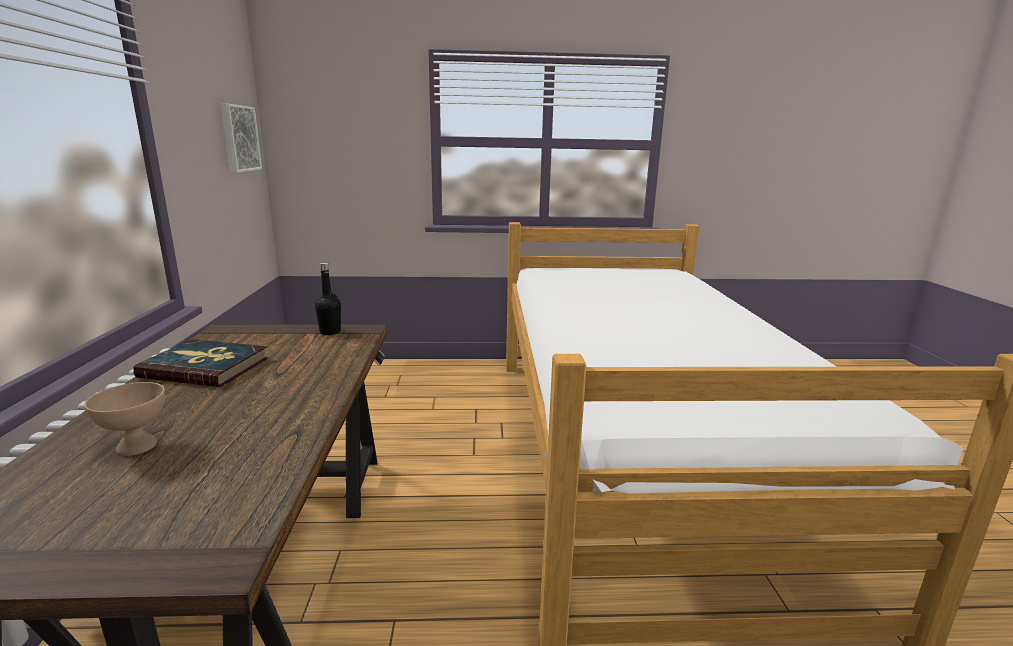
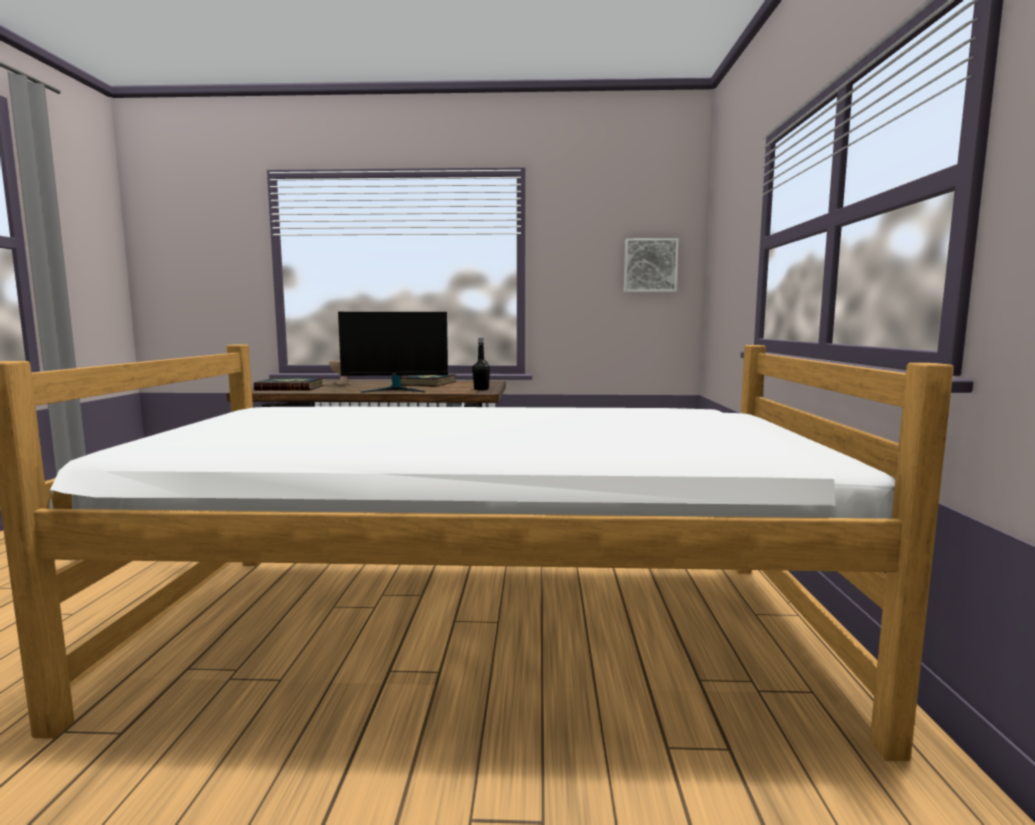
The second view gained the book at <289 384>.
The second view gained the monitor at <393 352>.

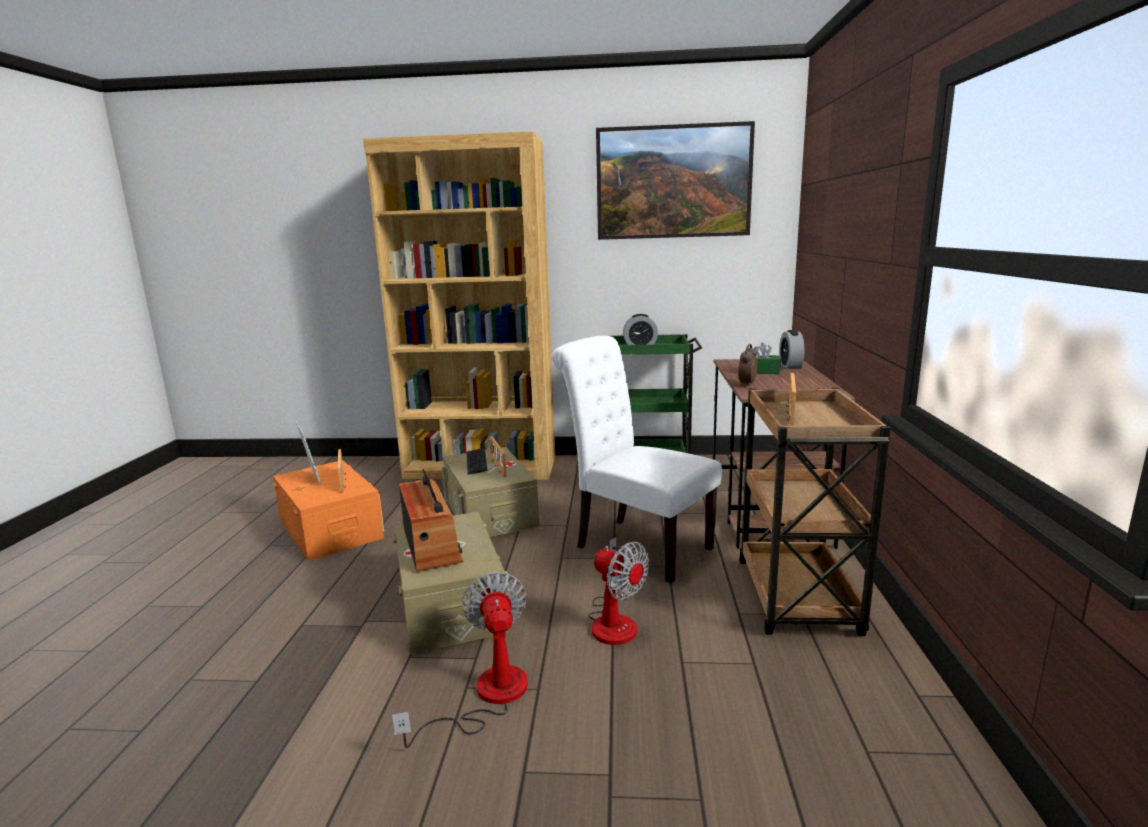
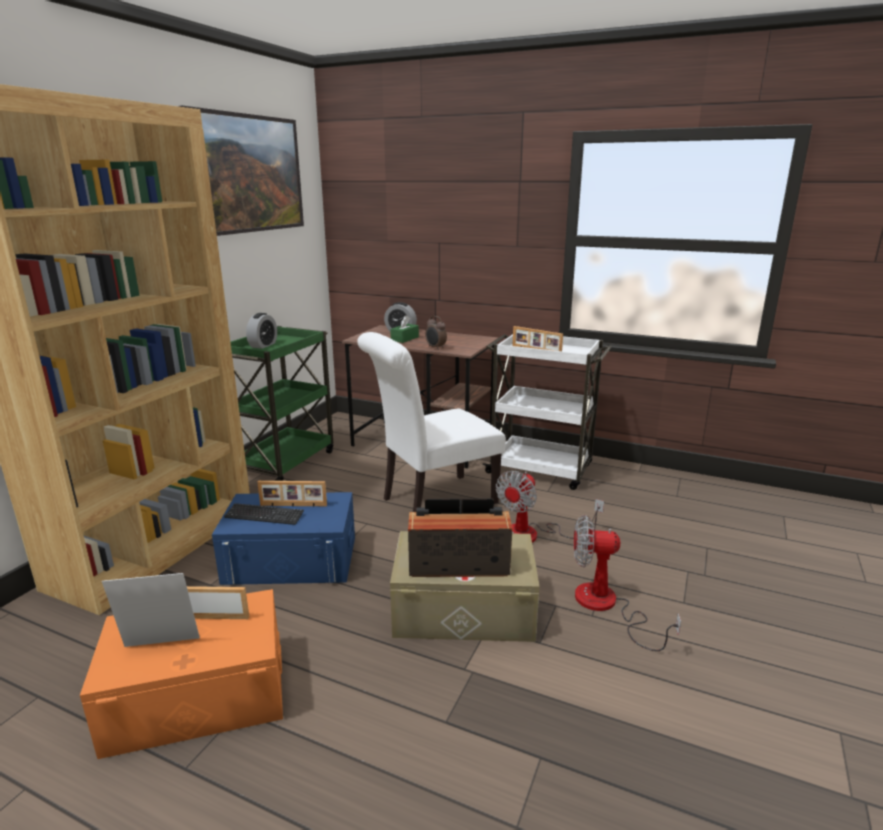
What was the beige storage box at <490 492> turned into the blue storage box at <283 538>.
What was the brown cart at <815 512> turned into the white cart at <547 411>.
The fan at <618 591> ended up facing another way, 150 degrees clockwise from before.

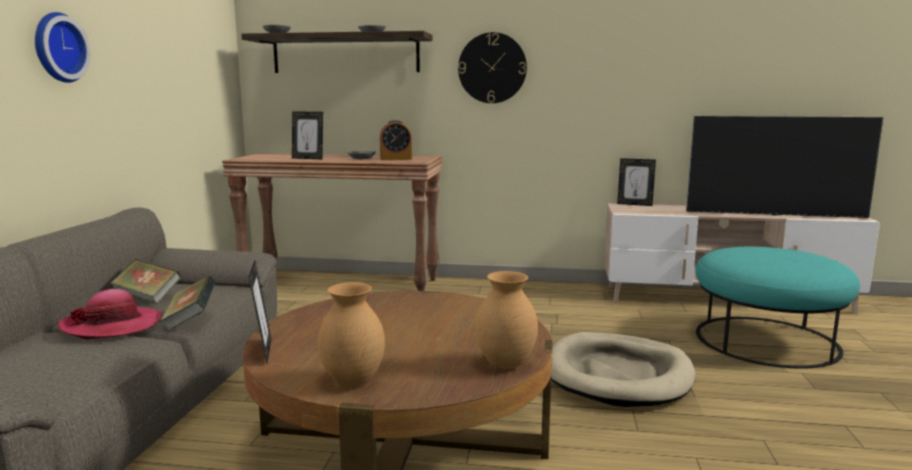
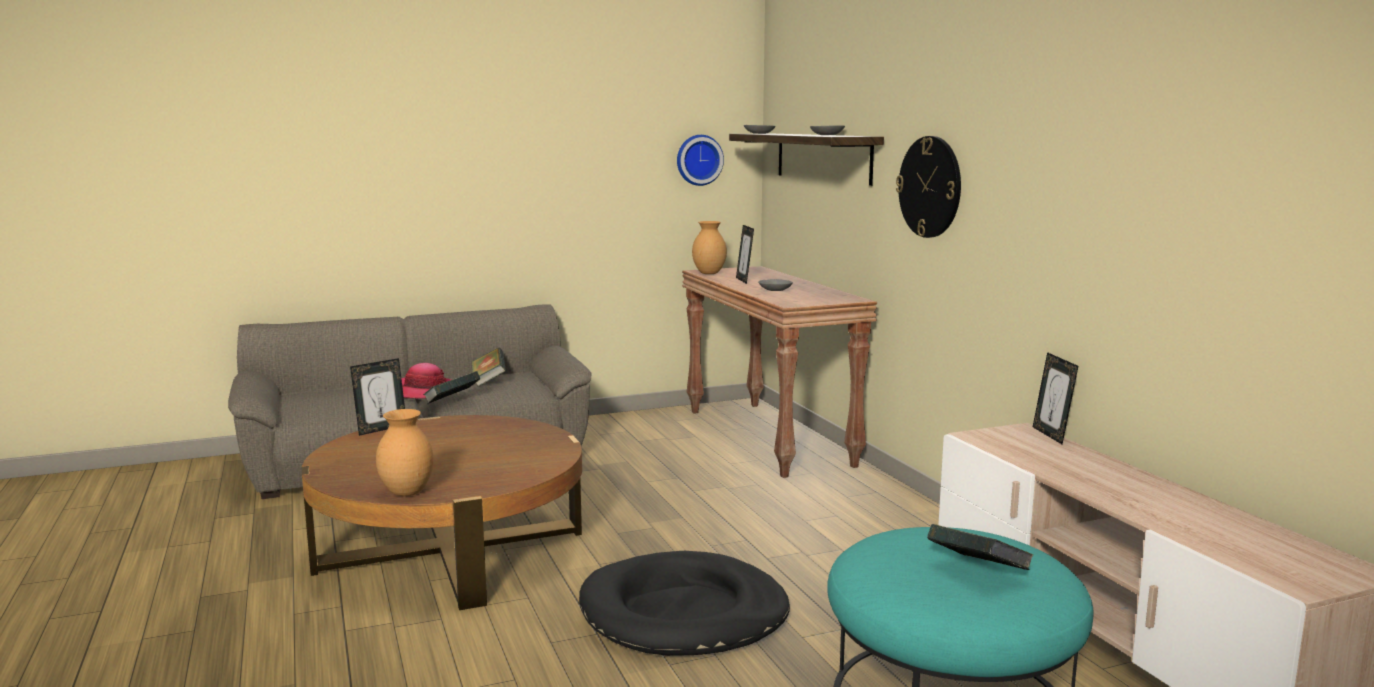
The second view lost the alarm clock at <396 140>.
The second view lost the television at <785 166>.
The second view gained the book at <980 547>.
The wall clock ended up elsewhere, having gone from <63 47> to <700 160>.
The brown vase ended up elsewhere, having gone from <351 334> to <709 247>.
What was the beige dog bed at <623 369> turned into the black dog bed at <684 603>.

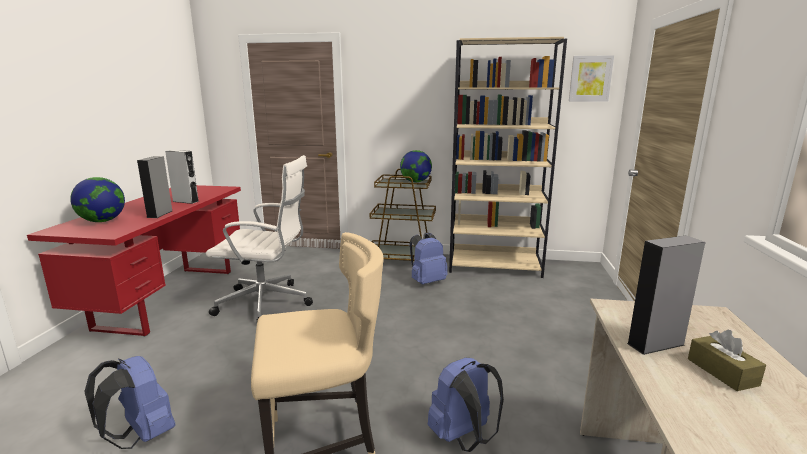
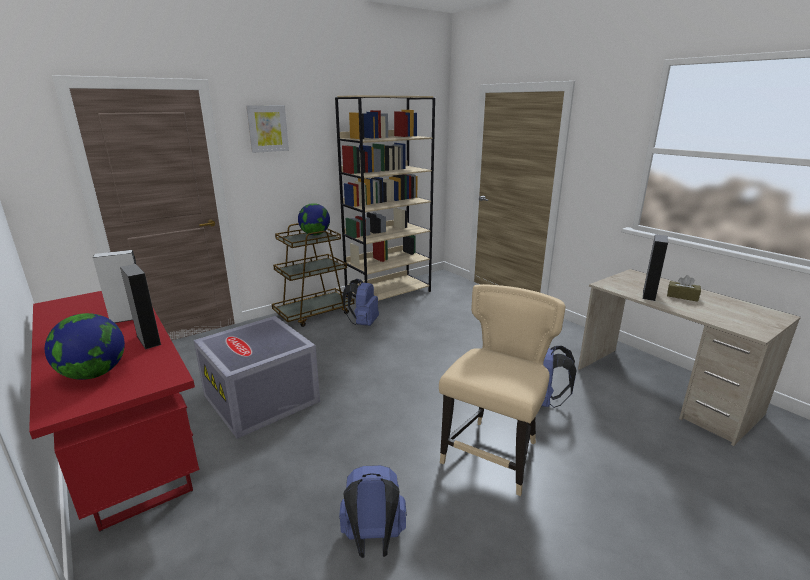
The picture ended up elsewhere, having gone from <591 78> to <267 129>.
Where the white office chair stood at <259 238>, the grey storage box came to stand at <257 377>.

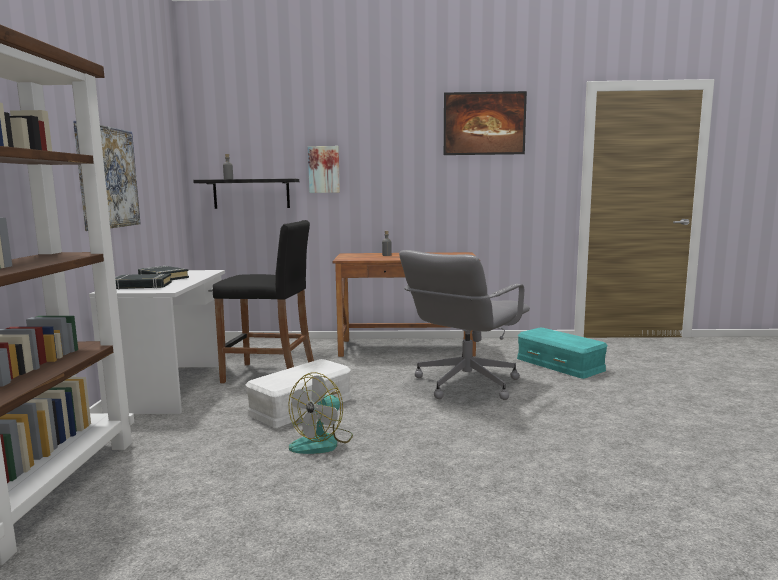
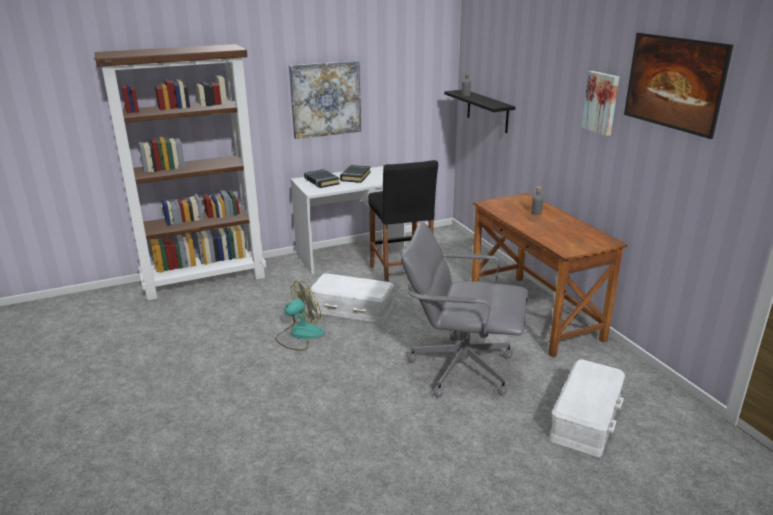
The picture ended up elsewhere, having gone from <324 169> to <600 103>.
What was the turquoise storage box at <562 353> turned into the white storage box at <587 408>.
The fan at <321 413> ended up facing another way, 135 degrees clockwise from before.

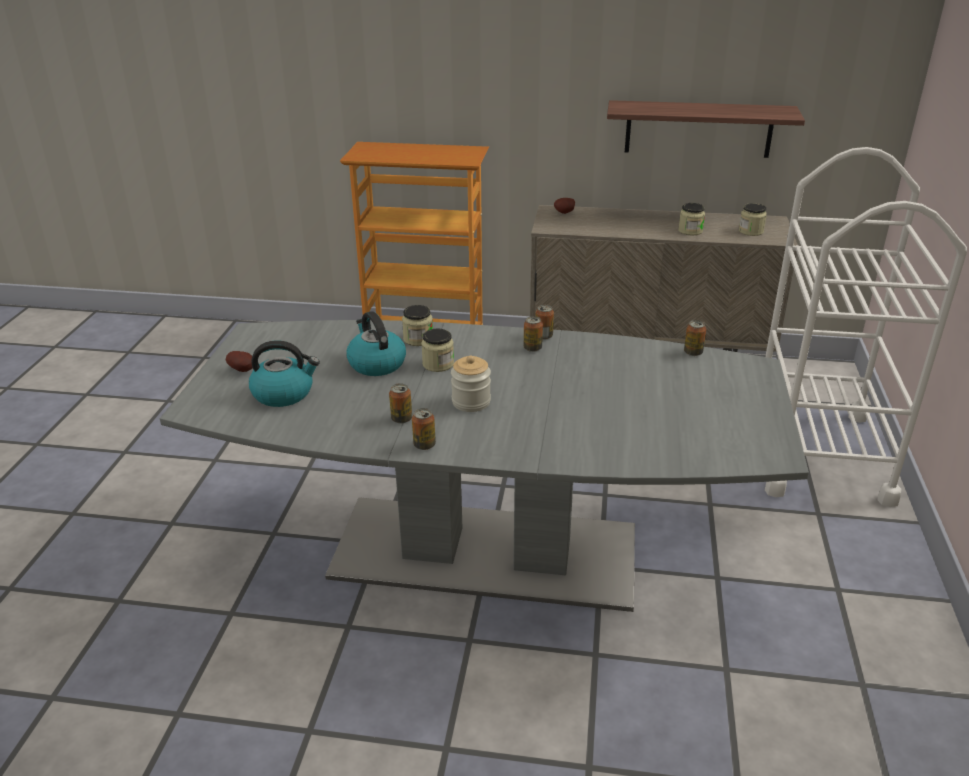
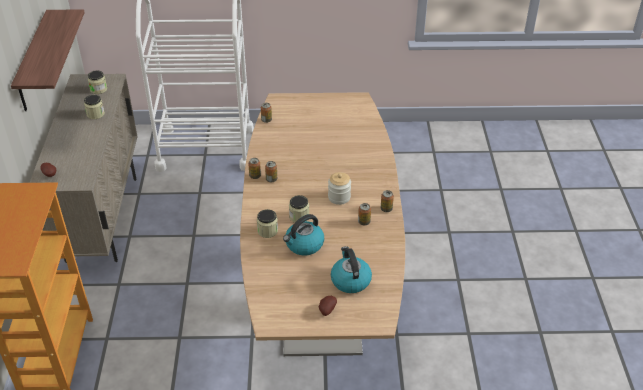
What was the grey dining table at <484 466> turned into the brown dining table at <322 224>.

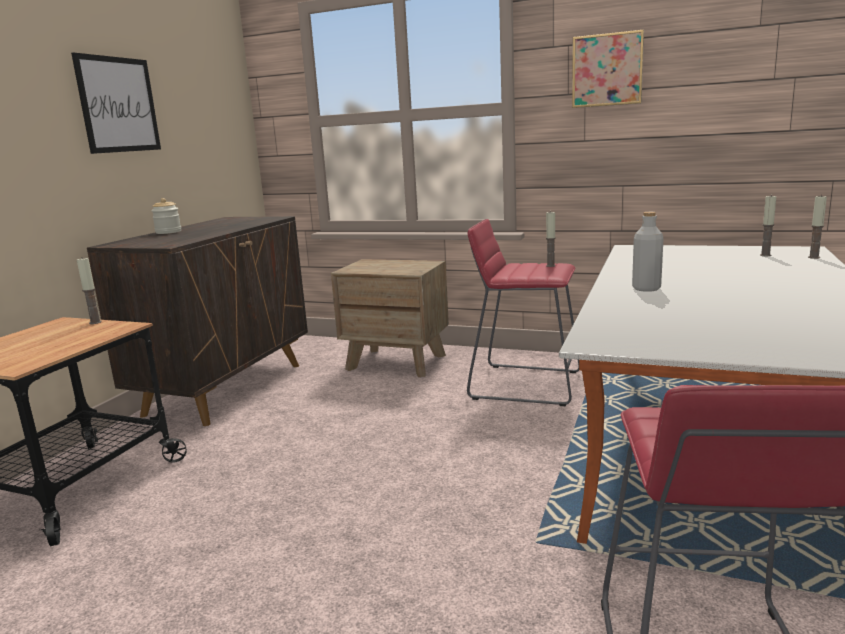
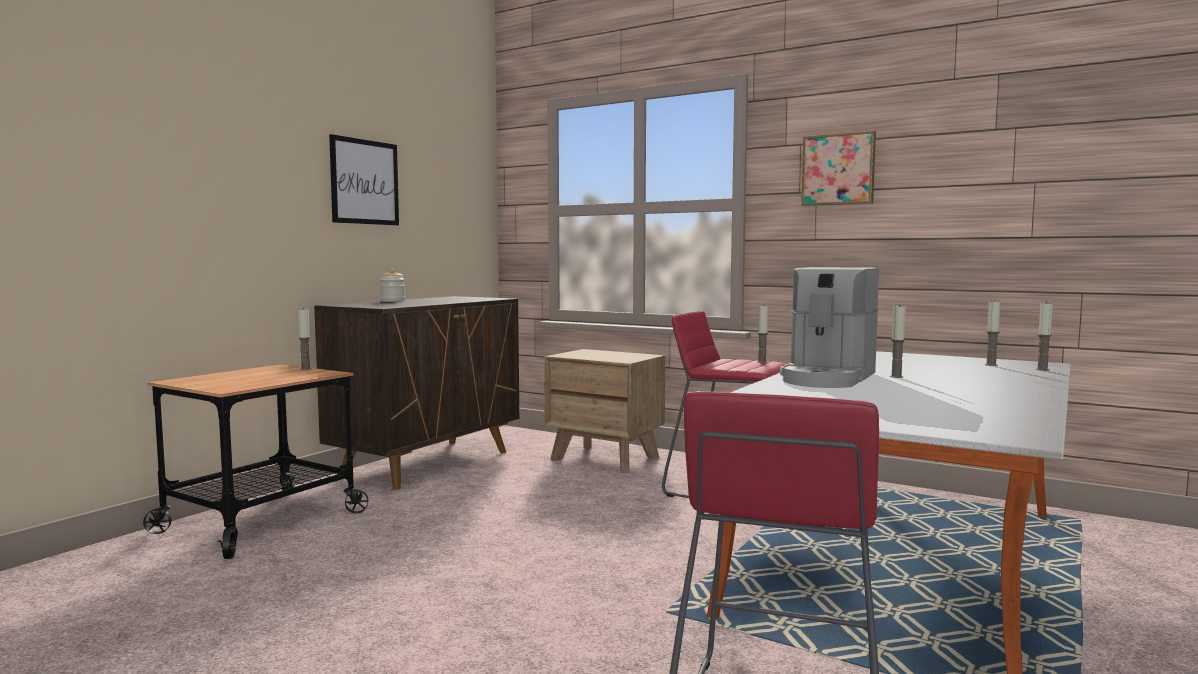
The second view gained the candle at <898 341>.
Where the grey bottle stood at <648 252>, the coffee machine came to stand at <829 327>.

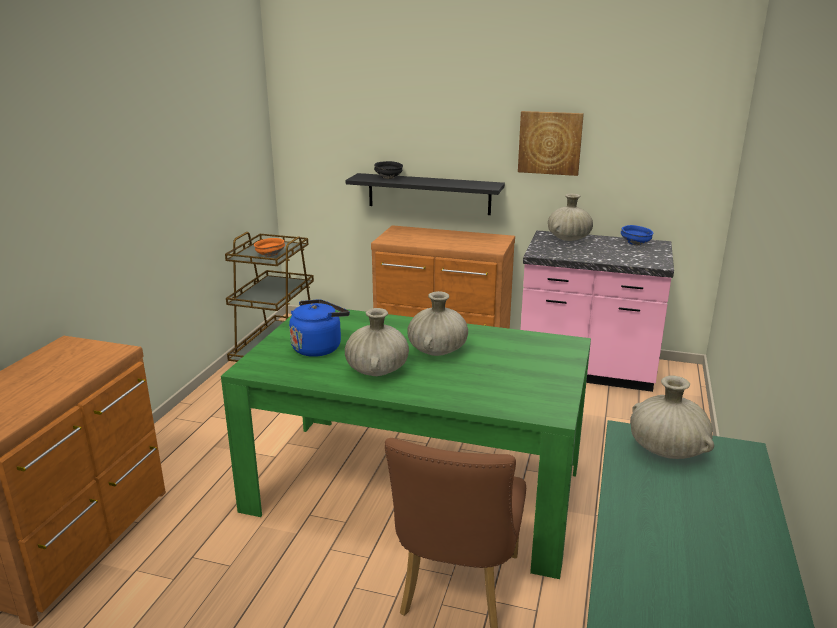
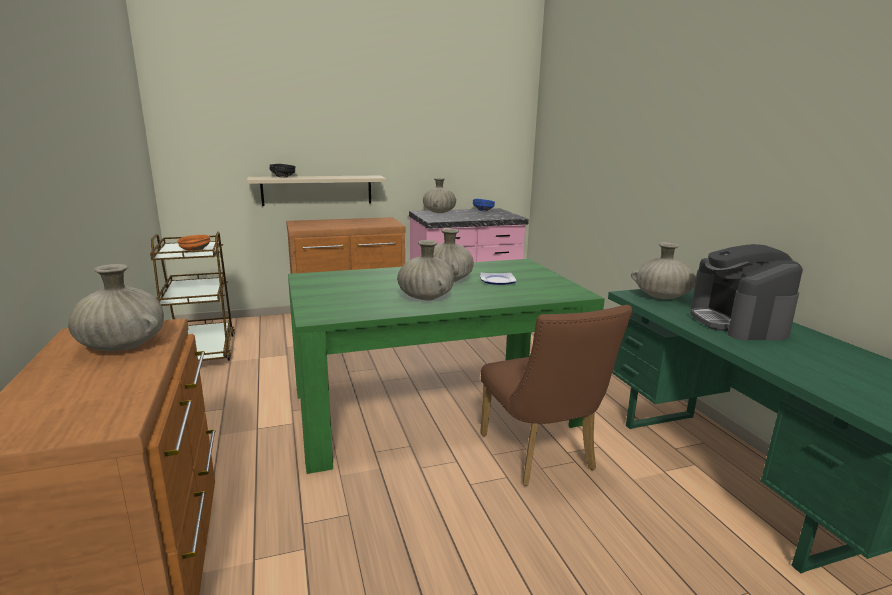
The second view lost the blue kettle at <319 328>.
The second view lost the picture at <551 143>.
The second view gained the beige vase at <116 307>.
The second view gained the plate at <498 279>.
The second view gained the coffee machine at <746 292>.
What was the black shelf at <425 194> turned into the beige shelf at <316 191>.

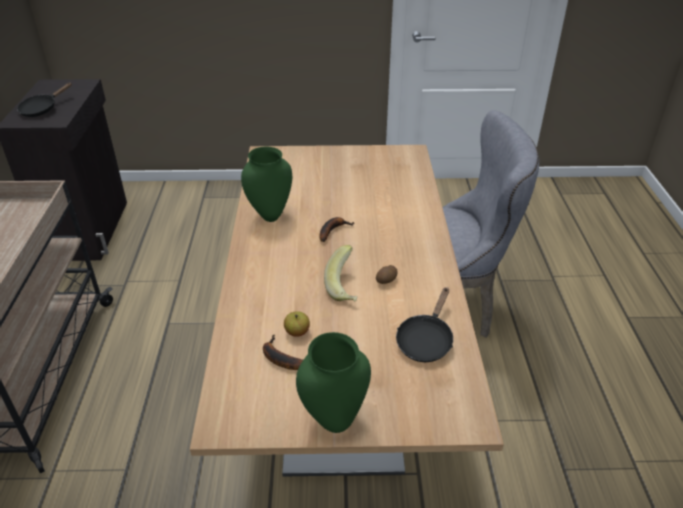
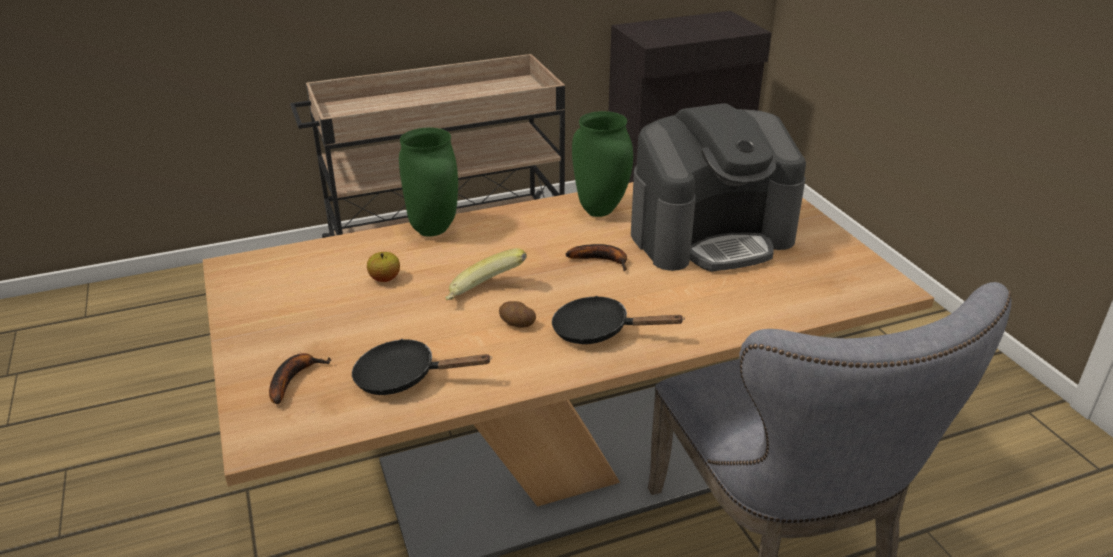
The second view gained the coffee machine at <718 187>.
The black frying pan ended up elsewhere, having gone from <44 100> to <618 320>.
The banana ended up elsewhere, having gone from <283 352> to <300 378>.
The green vase ended up elsewhere, having gone from <333 382> to <428 182>.

